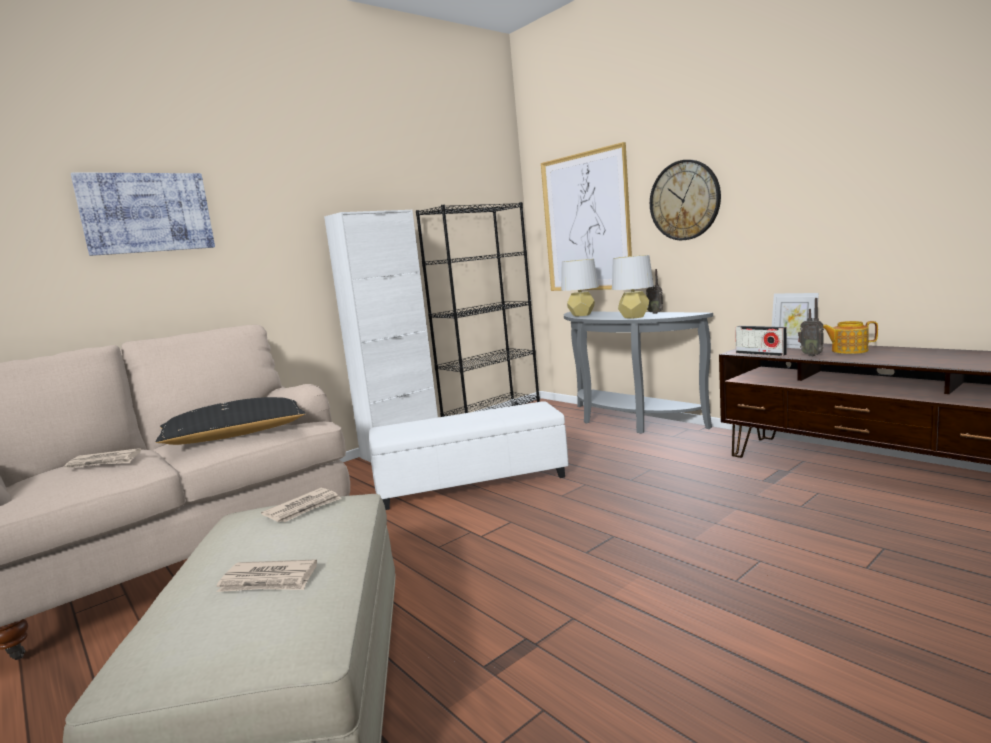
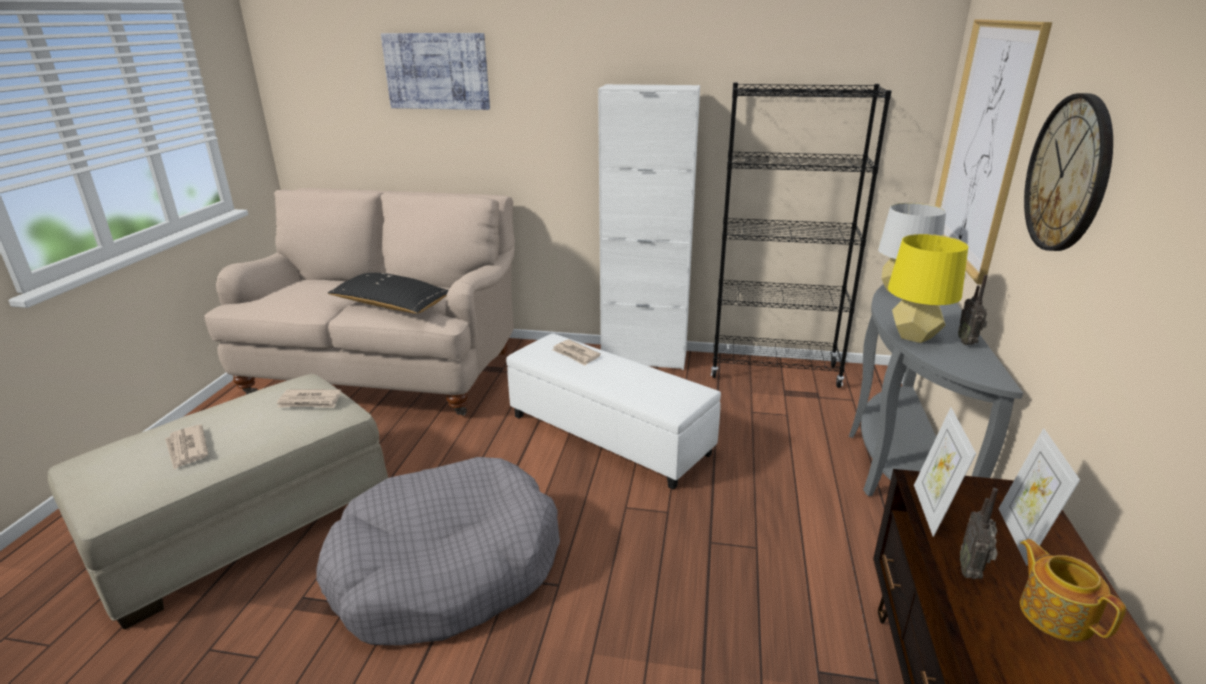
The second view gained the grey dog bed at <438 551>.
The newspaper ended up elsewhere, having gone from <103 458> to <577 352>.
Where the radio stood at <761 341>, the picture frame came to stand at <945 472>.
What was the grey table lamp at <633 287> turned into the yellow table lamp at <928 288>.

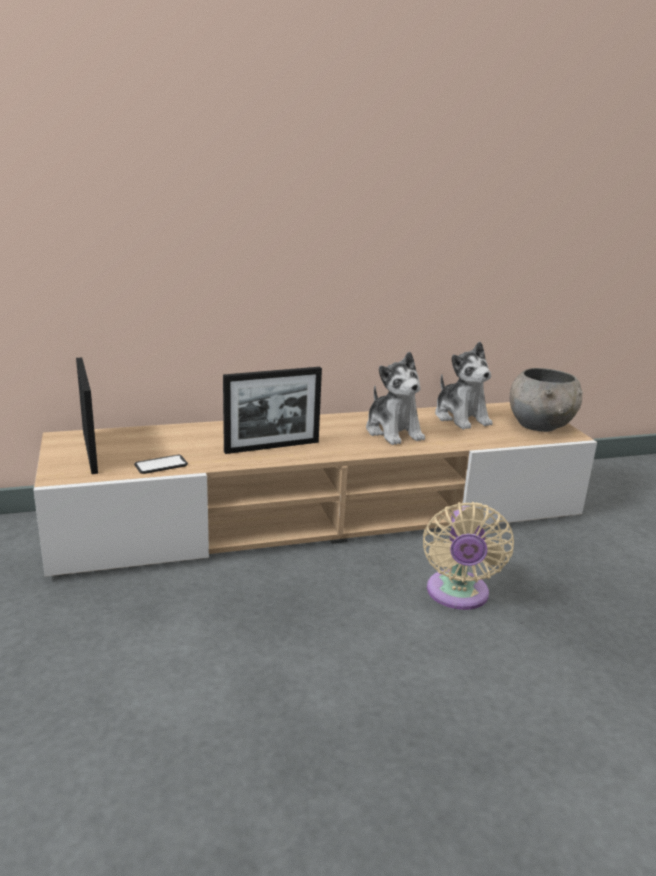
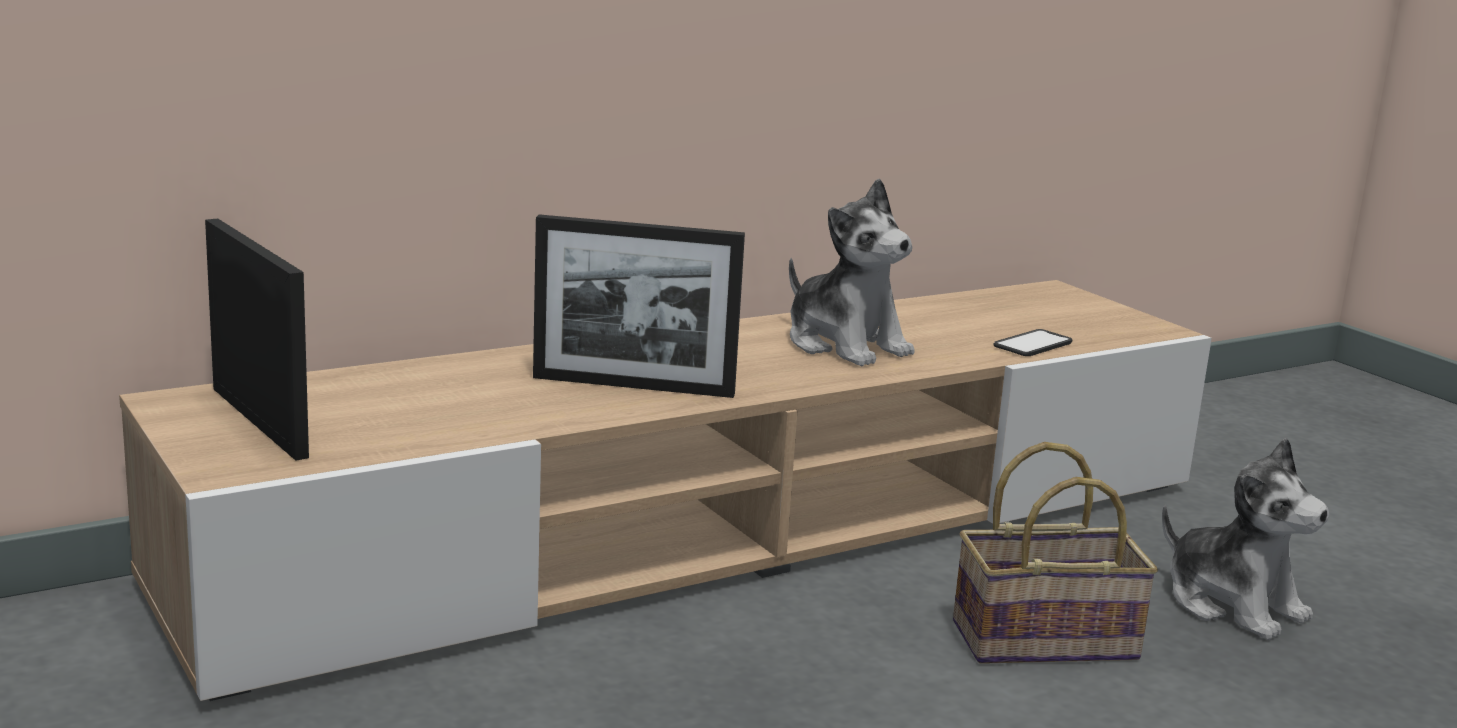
The second view lost the grey bowl at <546 400>.
The phone ended up elsewhere, having gone from <161 464> to <1033 342>.
The plush toy ended up elsewhere, having gone from <464 386> to <1245 539>.
Where the beige fan stood at <468 556>, the basket came to stand at <1055 553>.
The picture frame at <272 410> ended up facing another way, 45 degrees clockwise from before.

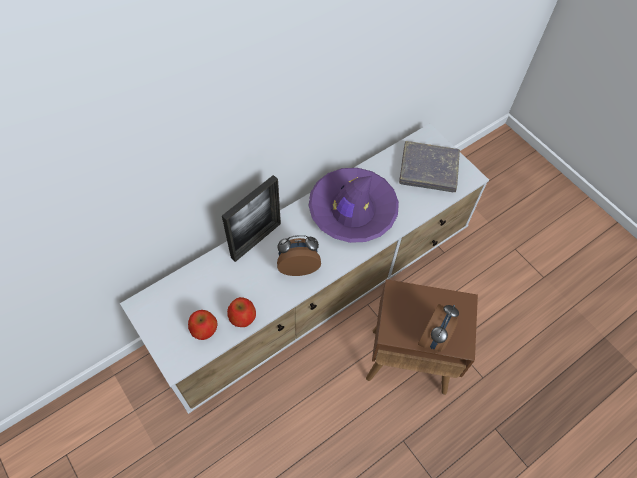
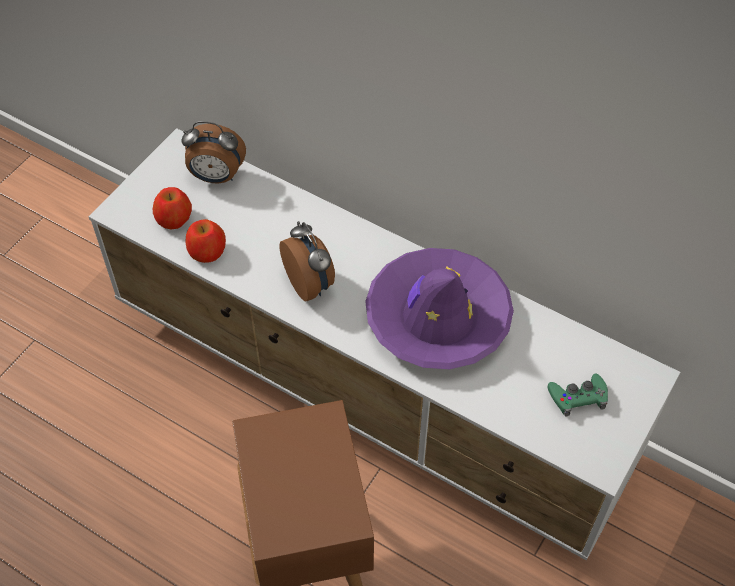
The second view lost the picture frame at <251 218>.
The alarm clock ended up elsewhere, having gone from <438 328> to <213 152>.
Where the grey book stood at <429 166>, the green game controller came to stand at <578 395>.

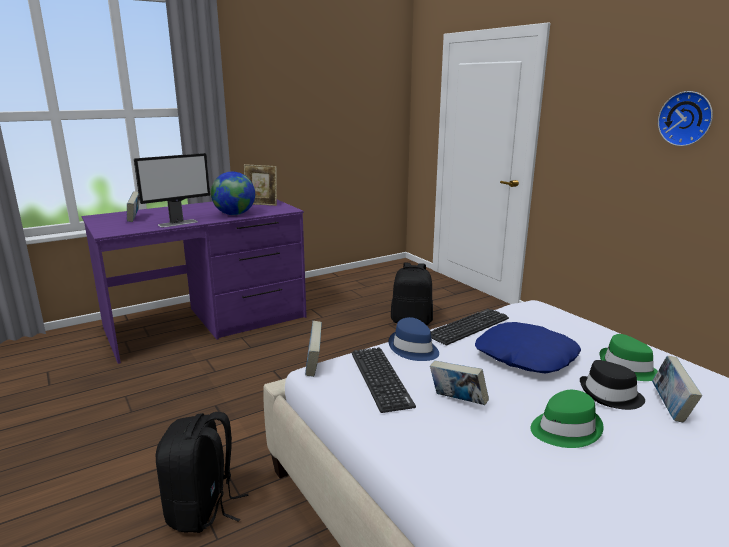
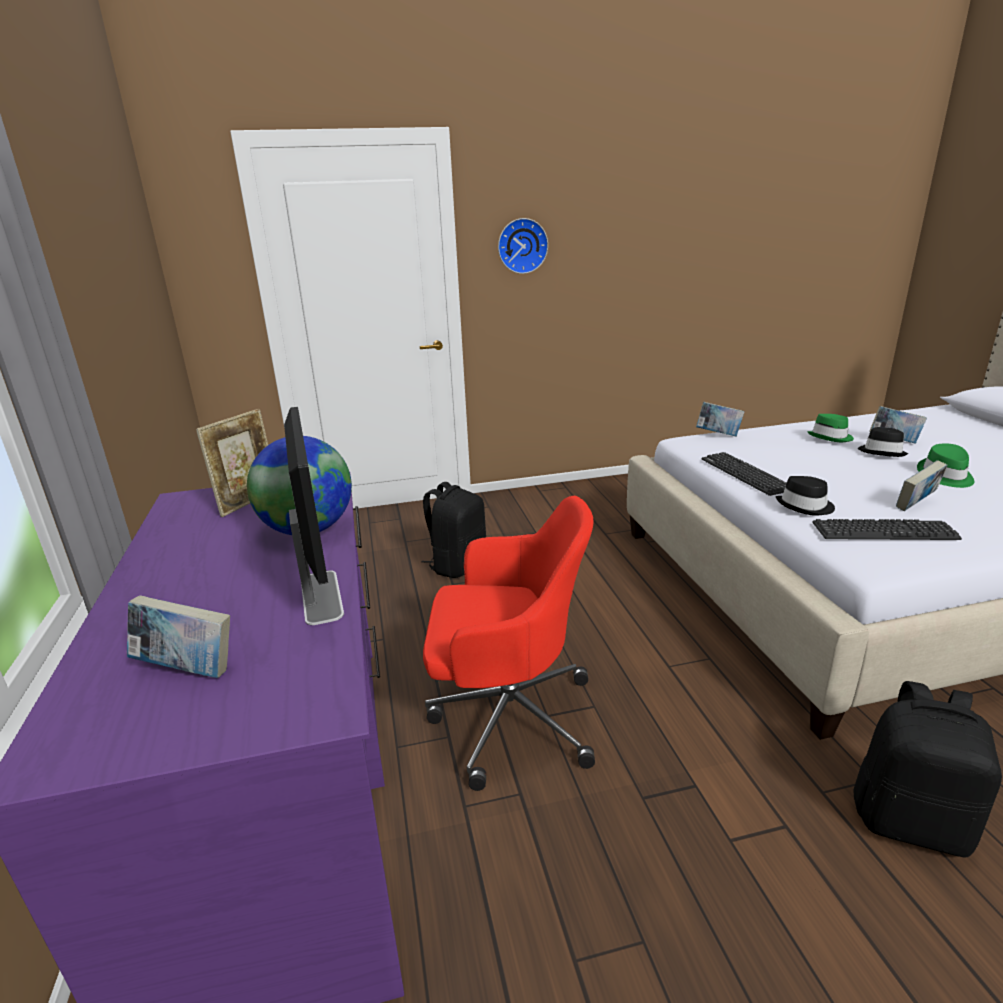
The second view lost the blue pillow at <528 348>.
The second view gained the red office chair at <509 643>.
The book ended up elsewhere, having gone from <313 349> to <720 419>.
The wall clock ended up elsewhere, having gone from <685 118> to <523 246>.
What was the blue hat at <414 339> turned into the black hat at <805 496>.

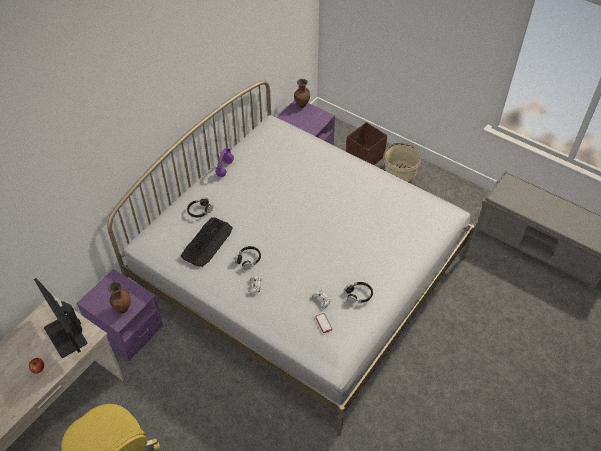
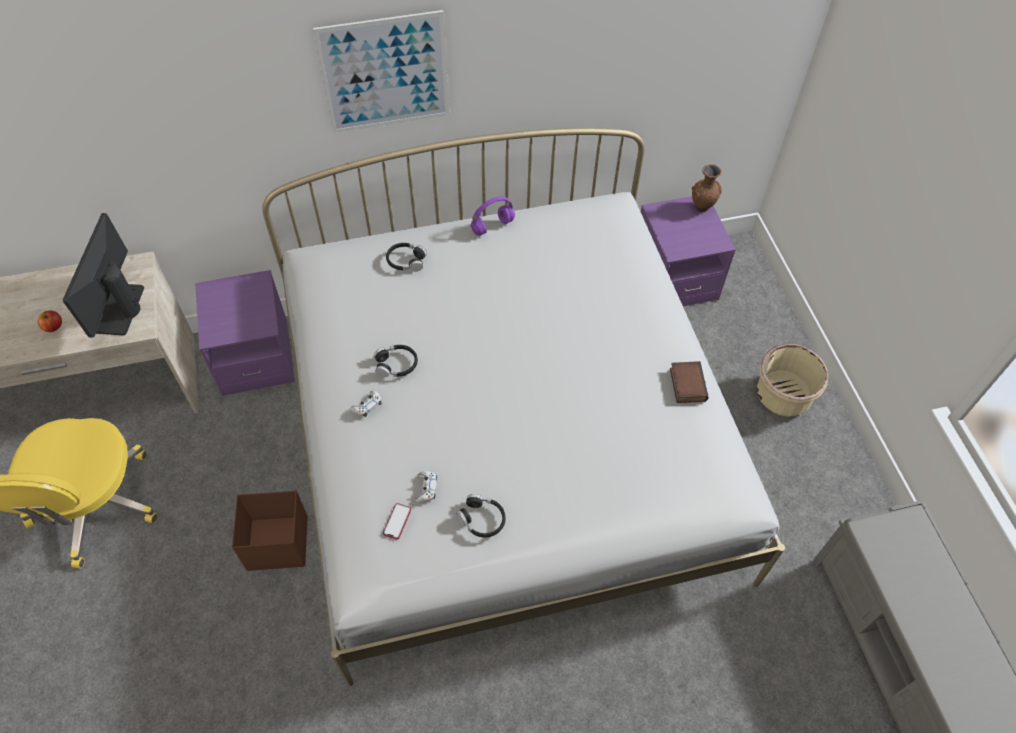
The second view lost the brown vase at <119 297>.
The second view lost the keyboard at <207 242>.
The second view gained the picture at <381 71>.
The second view gained the book at <689 382>.
The brown storage box ended up elsewhere, having gone from <366 143> to <270 531>.

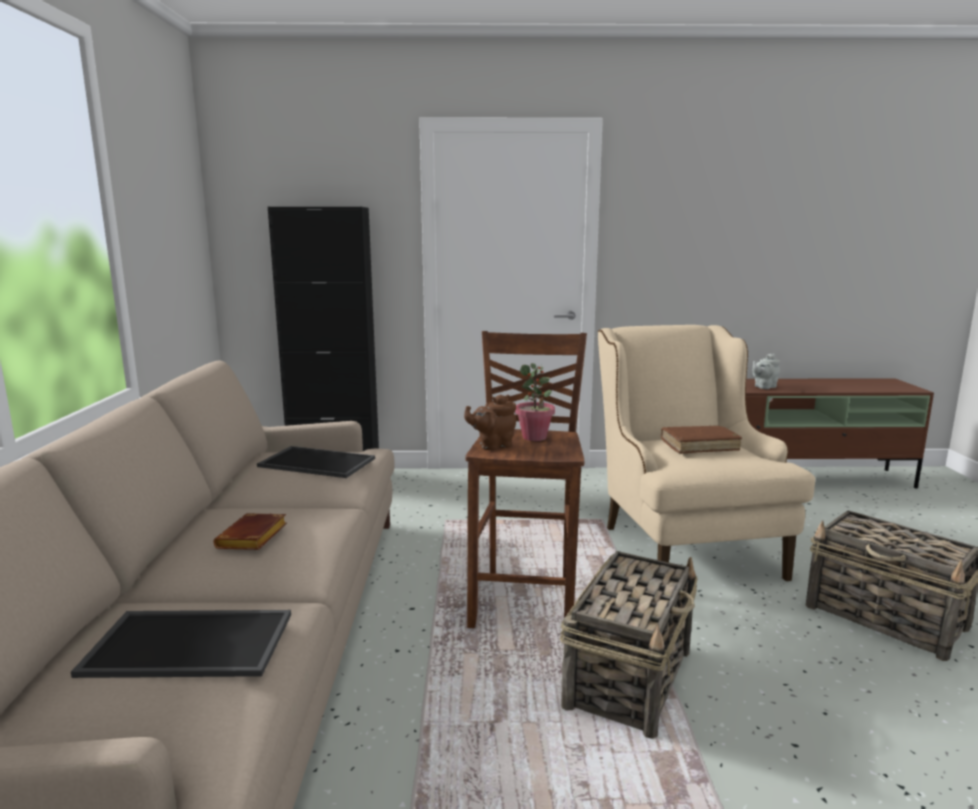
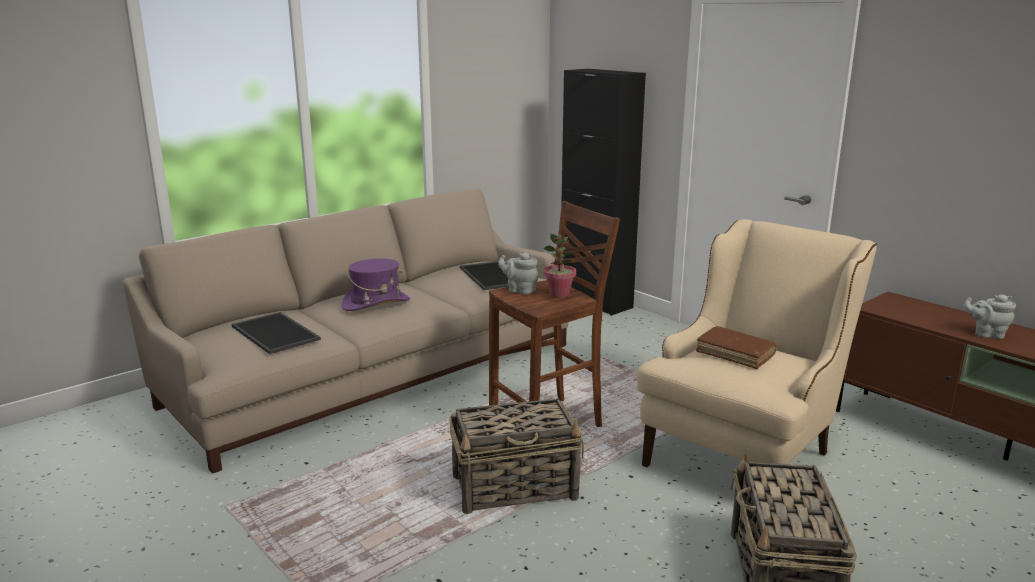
Where the brown book stood at <250 531>, the purple hat came to stand at <376 285>.
What was the brown teapot at <490 422> turned into the grey teapot at <518 274>.

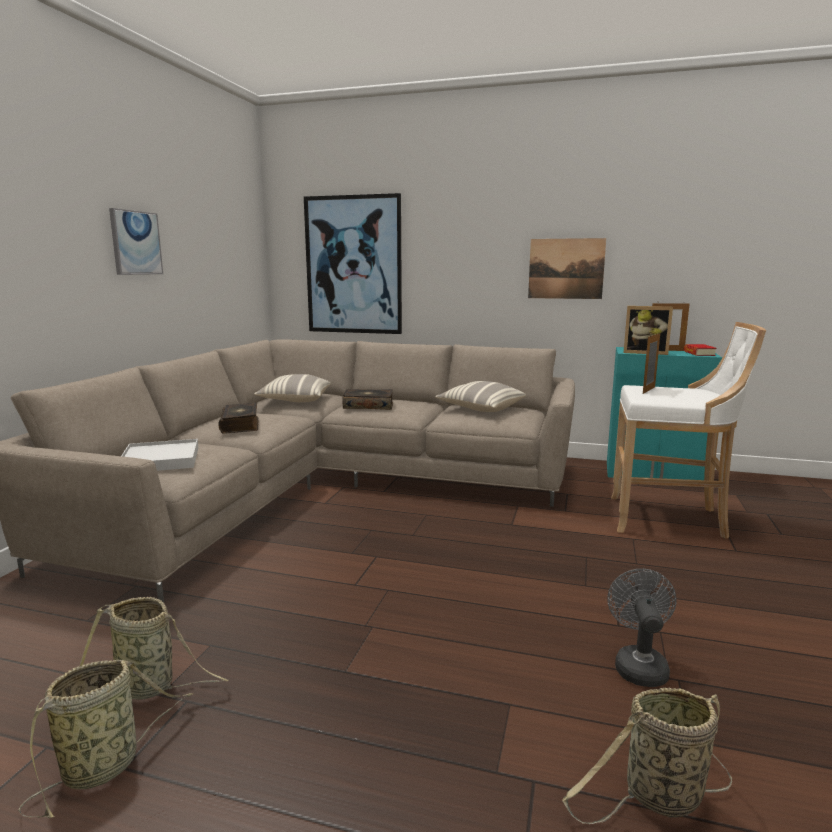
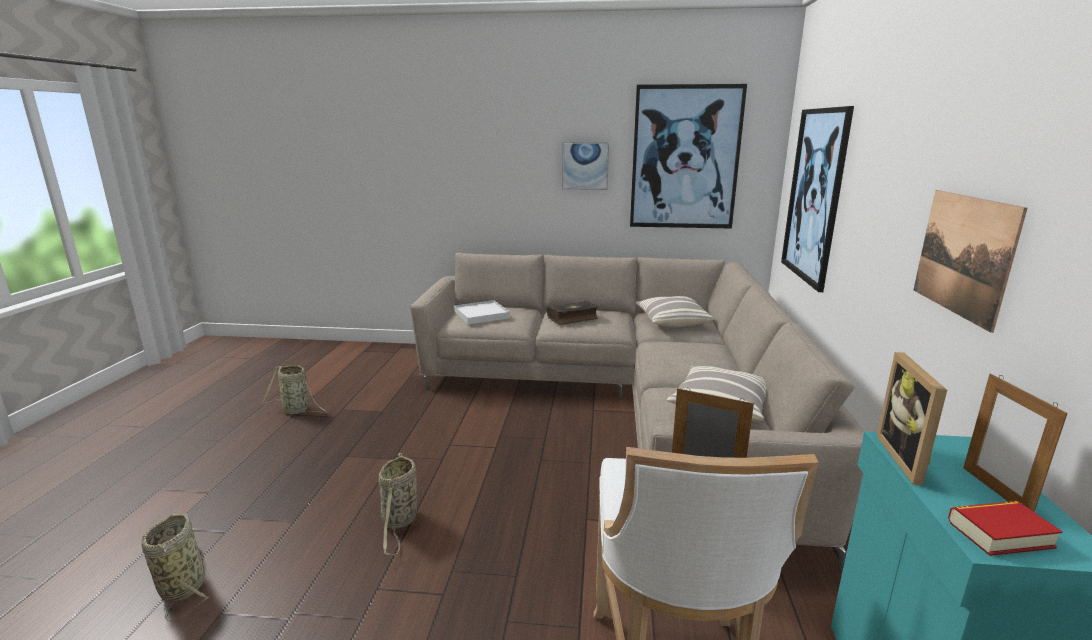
The second view lost the book at <367 399>.
The second view lost the grey fan at <641 628>.
The second view gained the picture at <688 156>.
The basket ended up elsewhere, having gone from <154 648> to <398 504>.

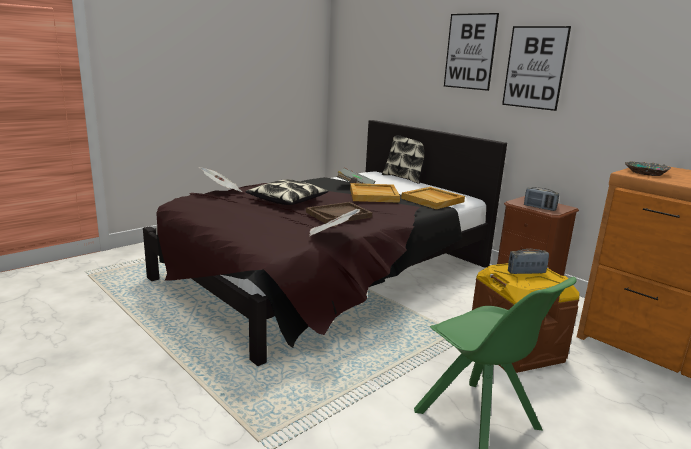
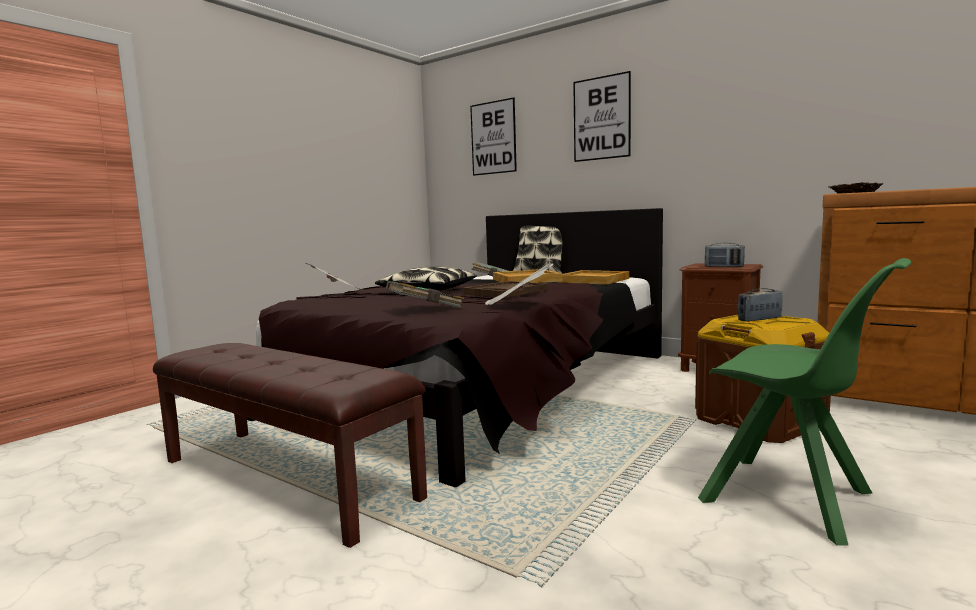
The second view gained the brown bench at <290 445>.
The second view gained the grey book at <425 294>.
The picture ended up elsewhere, having gone from <536 68> to <493 136>.

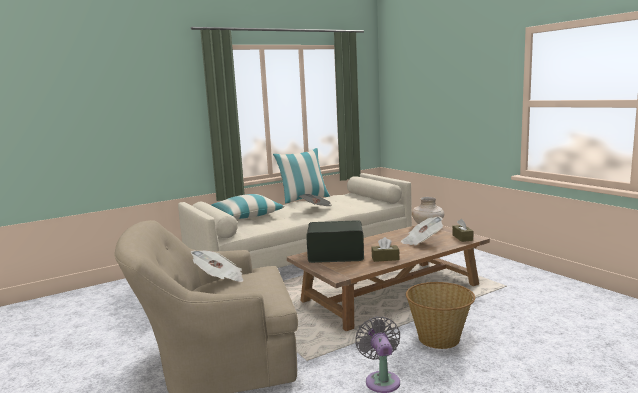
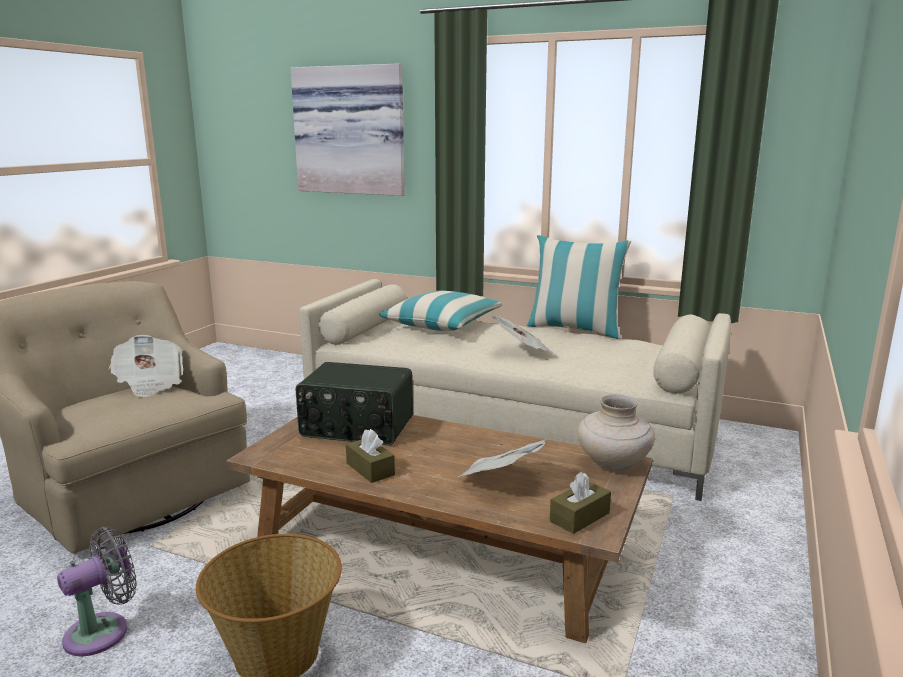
The second view gained the picture at <348 129>.
The radio at <335 241> ended up facing another way, 135 degrees clockwise from before.

